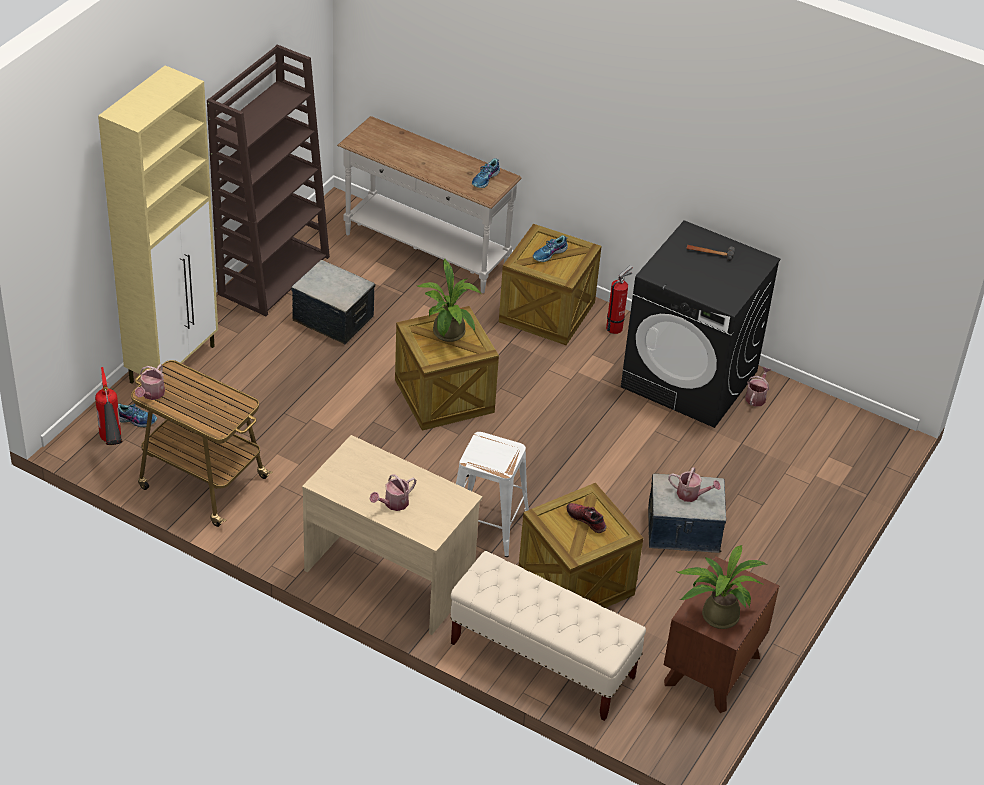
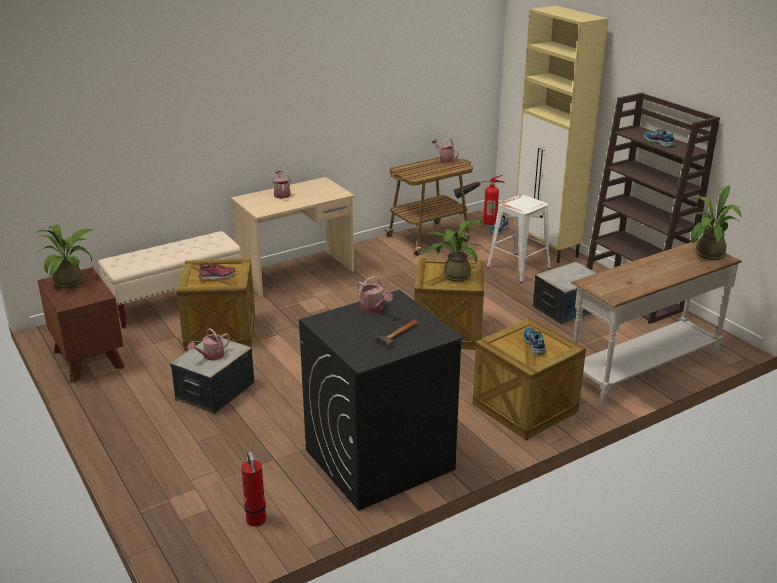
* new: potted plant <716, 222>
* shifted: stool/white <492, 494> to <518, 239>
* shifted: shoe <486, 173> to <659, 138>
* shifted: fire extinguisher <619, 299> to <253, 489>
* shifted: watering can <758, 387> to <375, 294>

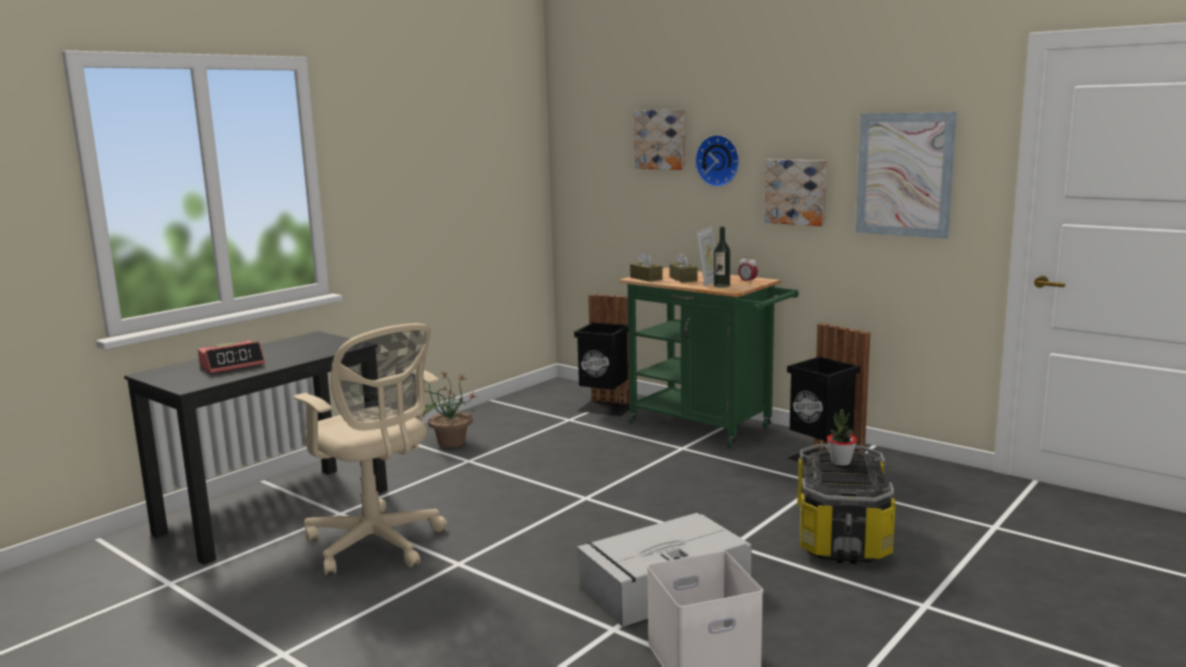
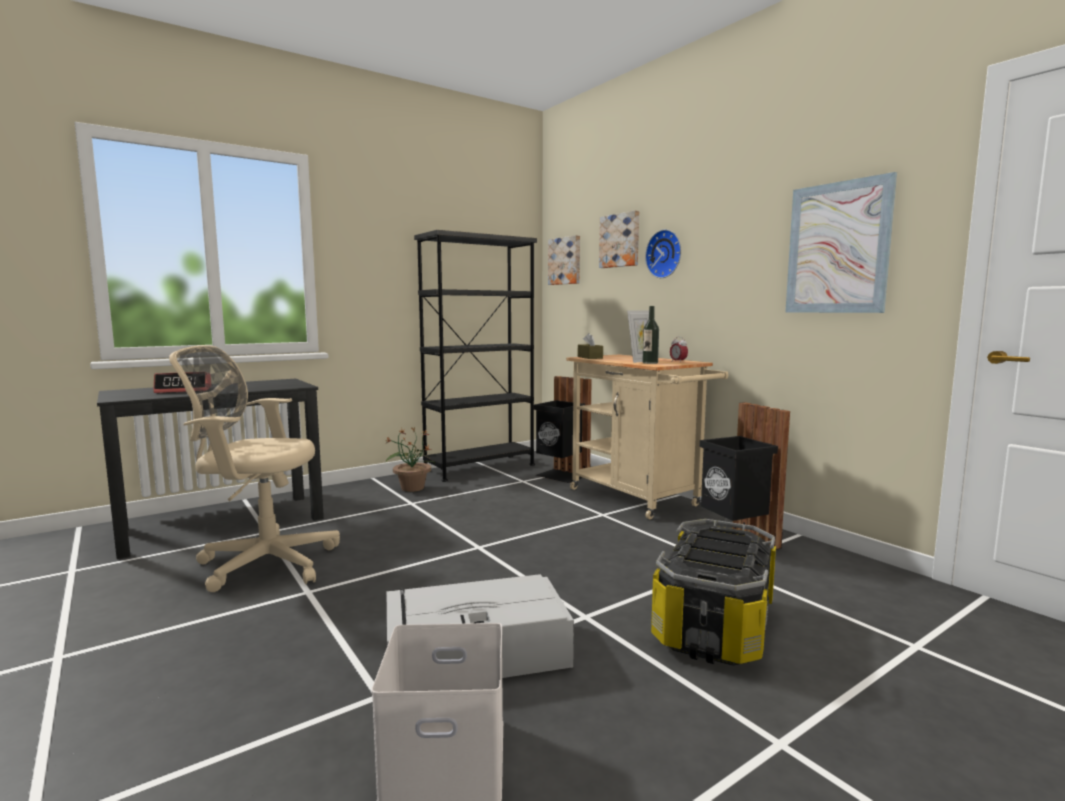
* gone: tissue box/brown <683, 267>
* gone: potted plant <842, 437>
* new: bookcase/black <475, 356>
* shifted: picture <795, 192> to <564, 260>
* repainted: cart/green <709, 358> to cart/beige <647, 436>
* rotated: office chair/beige <370, 449> = <254, 468> 120 degrees clockwise

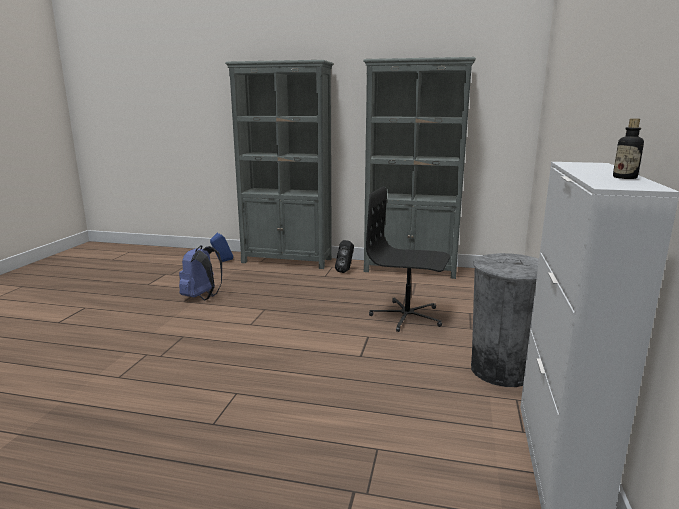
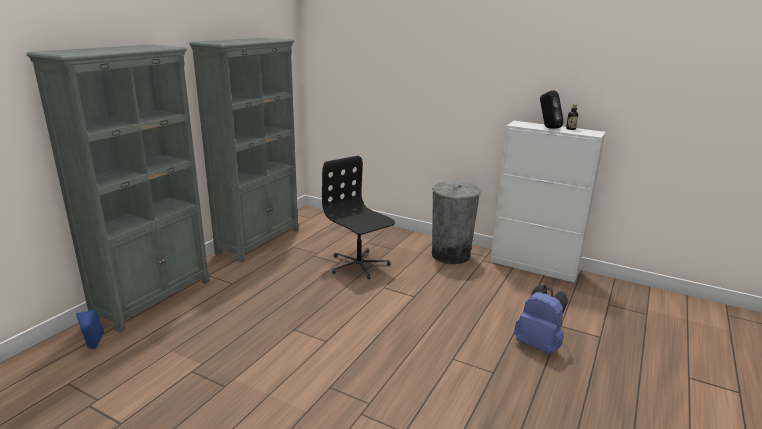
* shifted: backpack/blue <200, 273> to <541, 319>
* shifted: speaker/black <344, 256> to <552, 109>
* rotated: office chair/black <408, 259> = <358, 217> 105 degrees clockwise

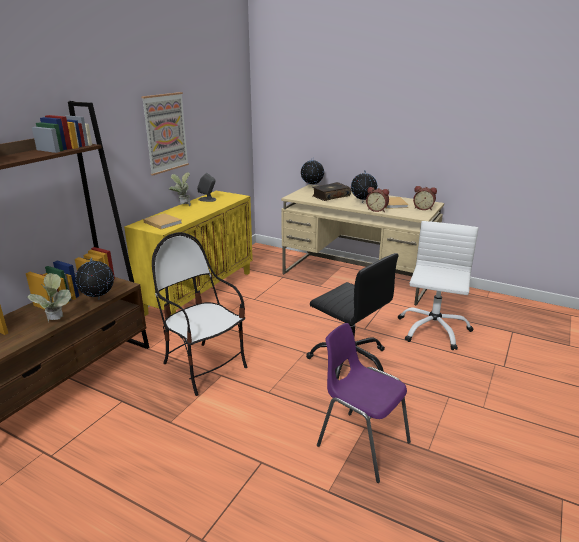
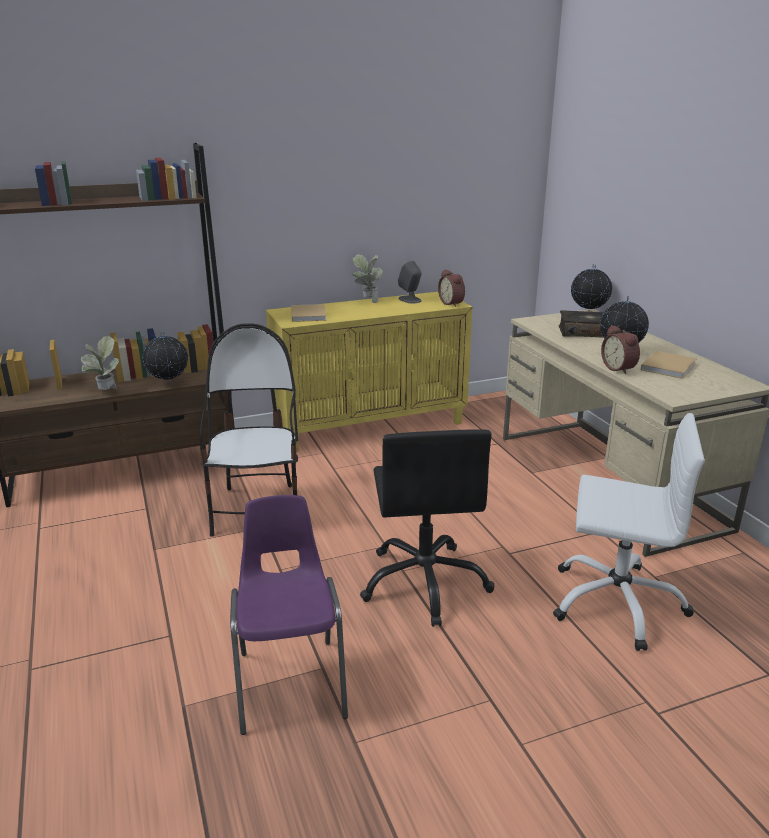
* gone: picture <165, 133>
* shifted: alarm clock <425, 198> to <451, 288>
* rotated: office chair/white <438, 285> = <629, 532> 45 degrees clockwise

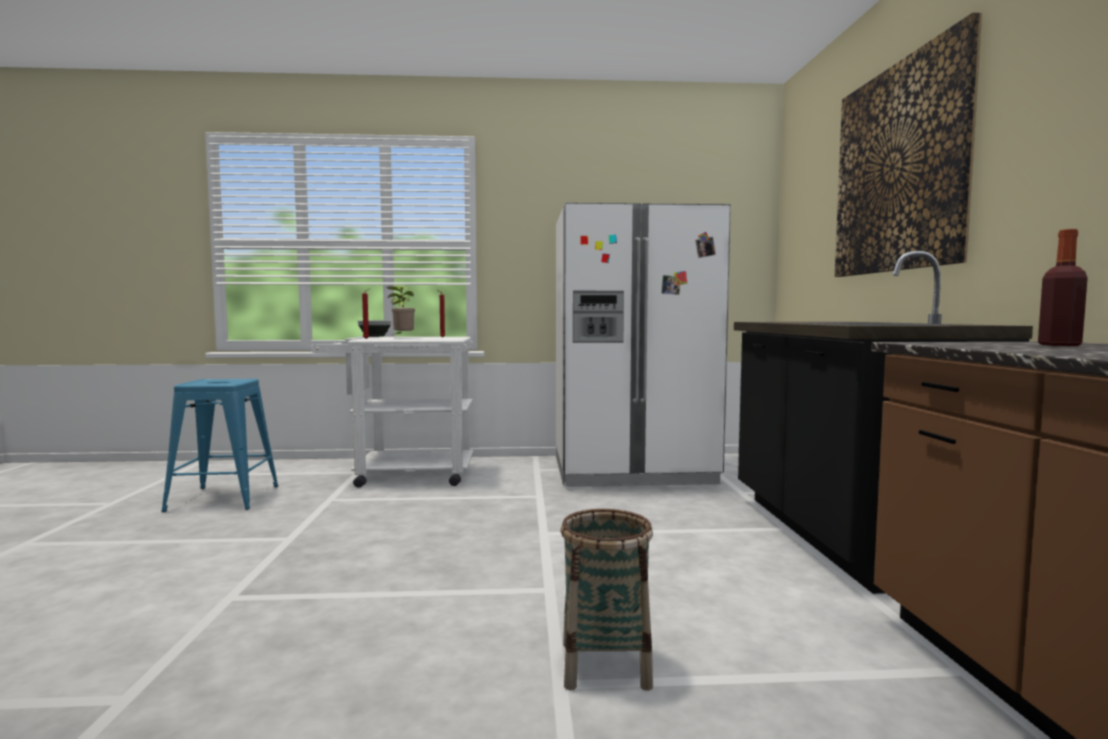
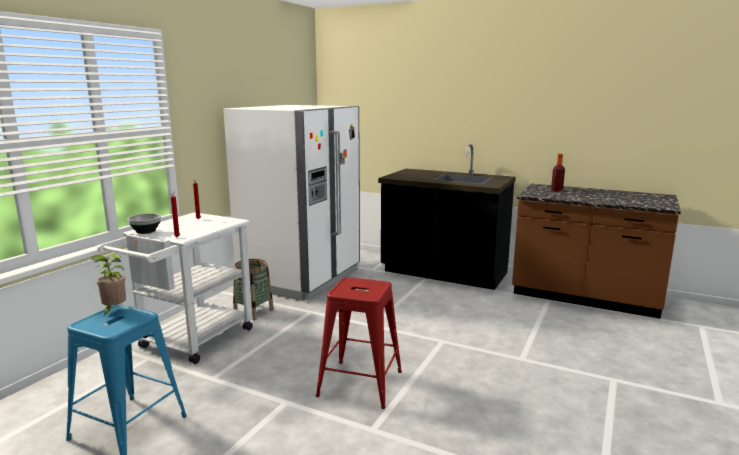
* gone: picture <908, 145>
* new: stool/red <359, 343>
* shifted: potted plant <400, 312> to <108, 285>
* shifted: basket <607, 600> to <253, 289>

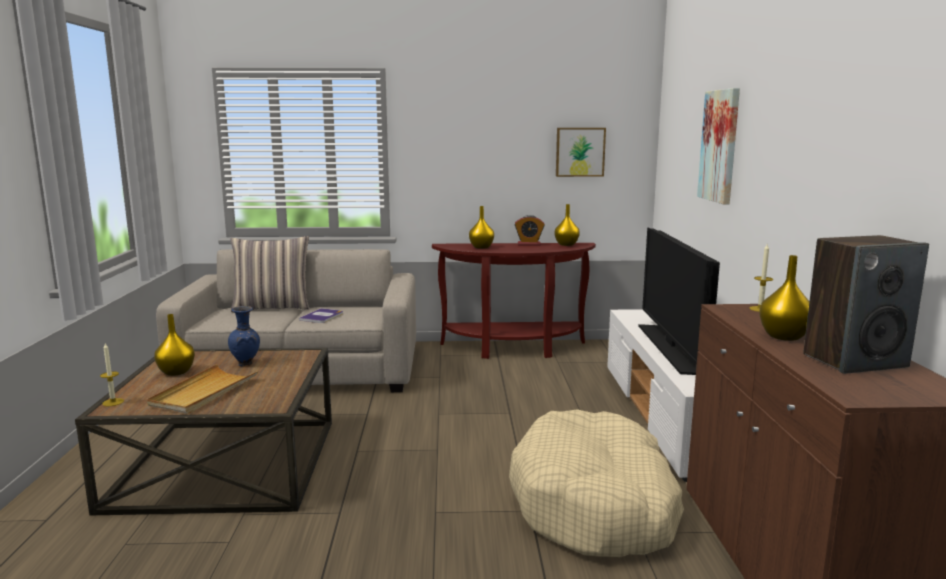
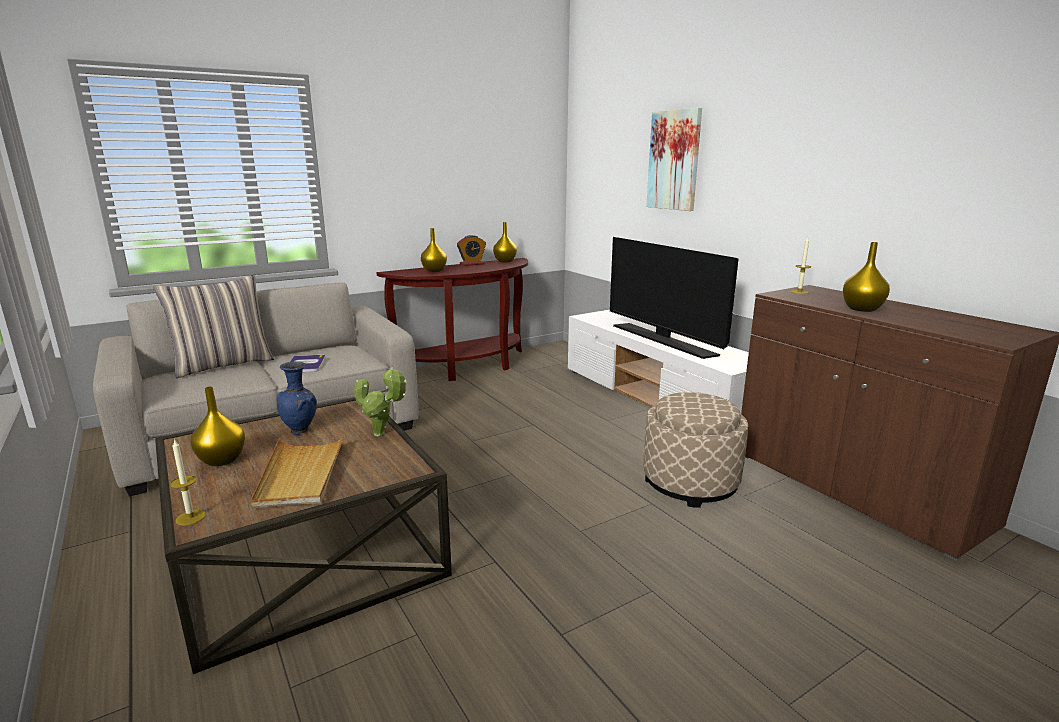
* gone: picture <581, 152>
* gone: speaker <866, 304>
* new: potted plant <380, 401>
* swapped: dog bed/beige <596, 483> to ottoman/beige <695, 450>

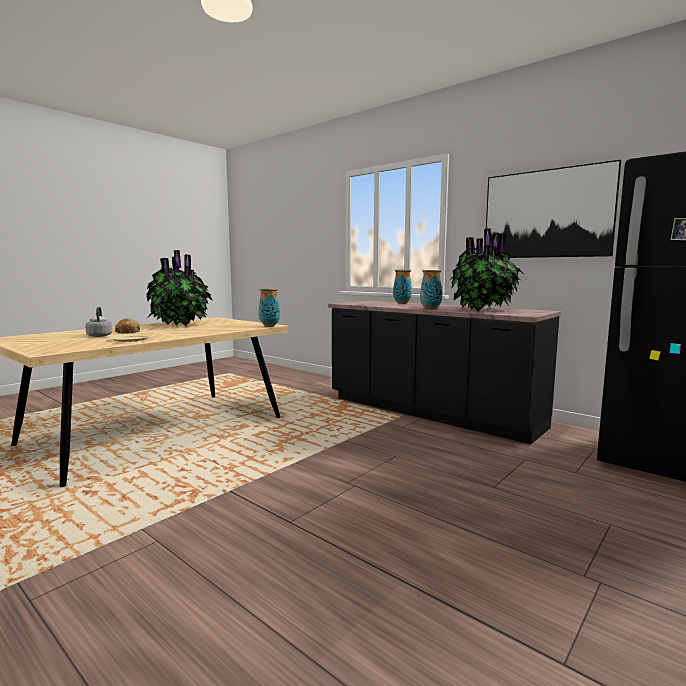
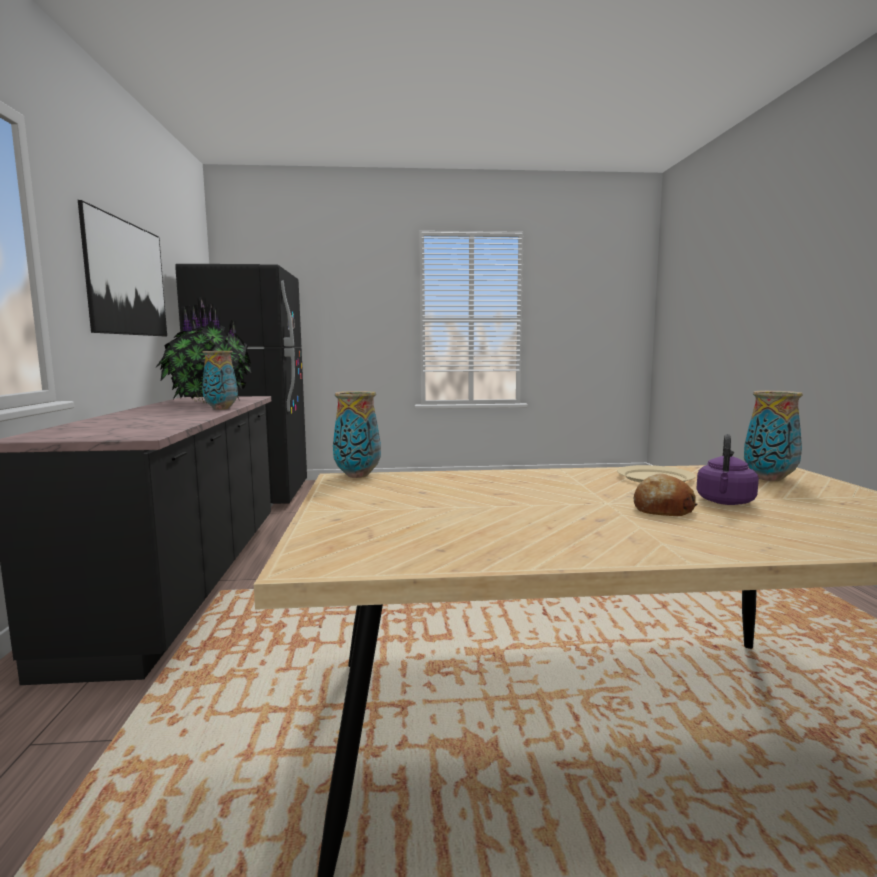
* gone: potted plant <179, 288>
* shifted: vase <402, 287> to <773, 436>
* repainted: kettle/grey <98, 322> to kettle/purple <727, 469>

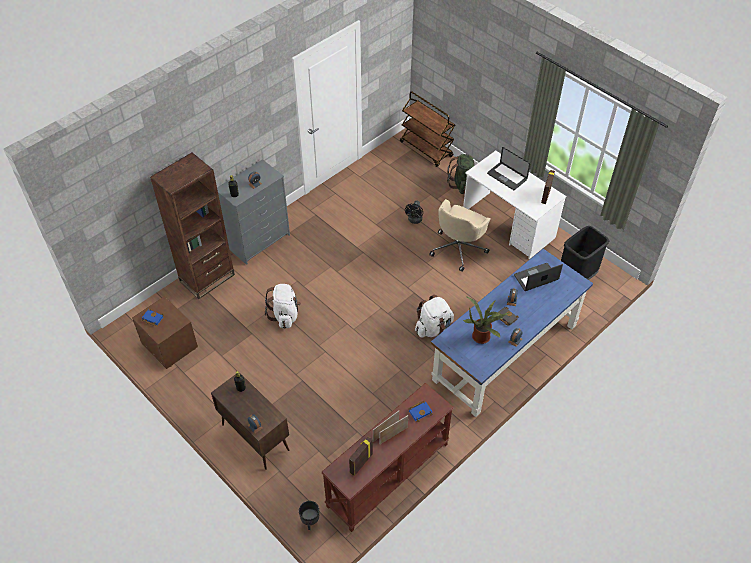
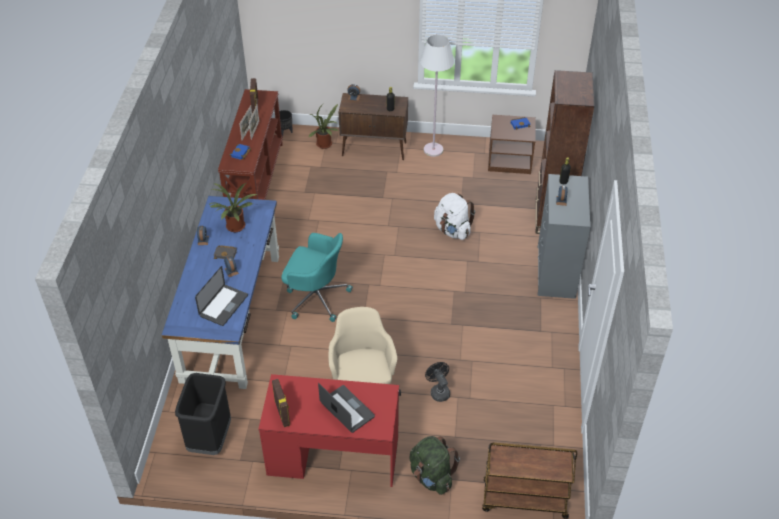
* new: potted plant <323, 126>
* new: floor lamp/white <437, 96>
* swapped: backpack/white <434, 316> to office chair/turquoise <317, 277>
* repainted: desk/white <514, 205> to desk/red <328, 430>
* rotated: laptop <508, 168> = <346, 408> 45 degrees clockwise

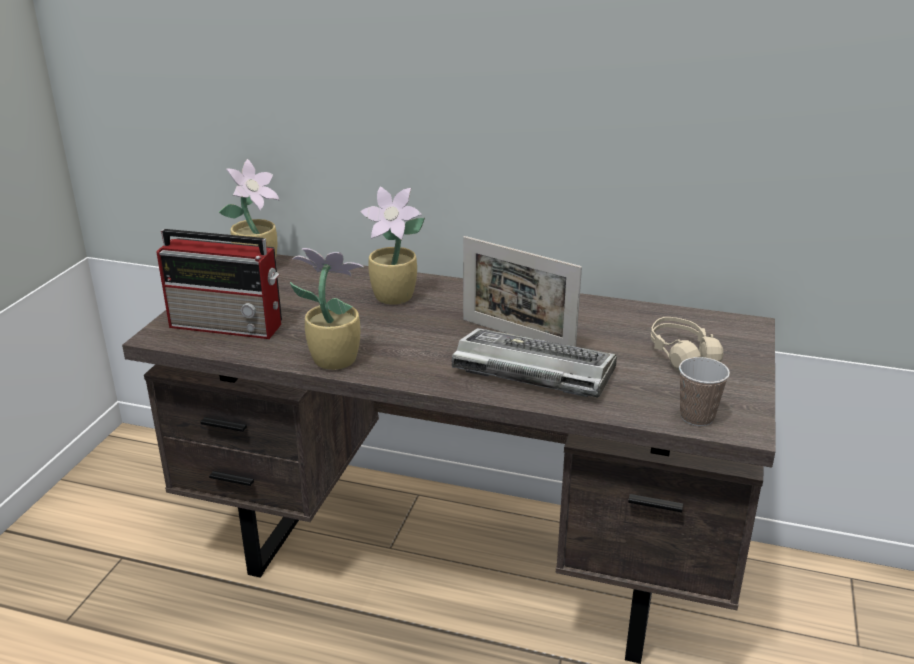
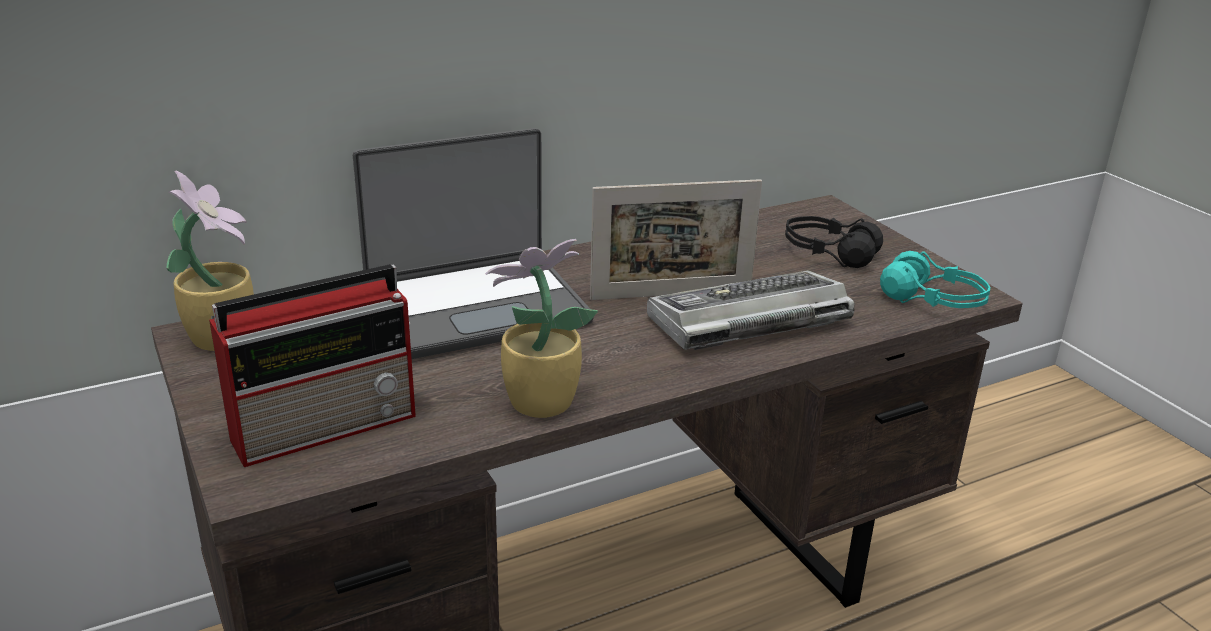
* swapped: potted plant <392, 245> to laptop <473, 243>
* swapped: cup <704, 391> to headphones/turquoise <935, 279>
* repainted: headphones/beige <686, 344> to headphones/black <834, 242>

